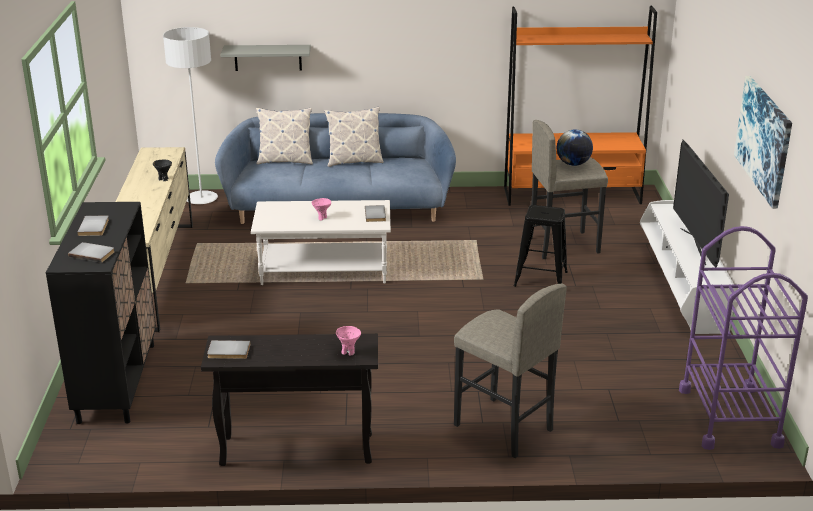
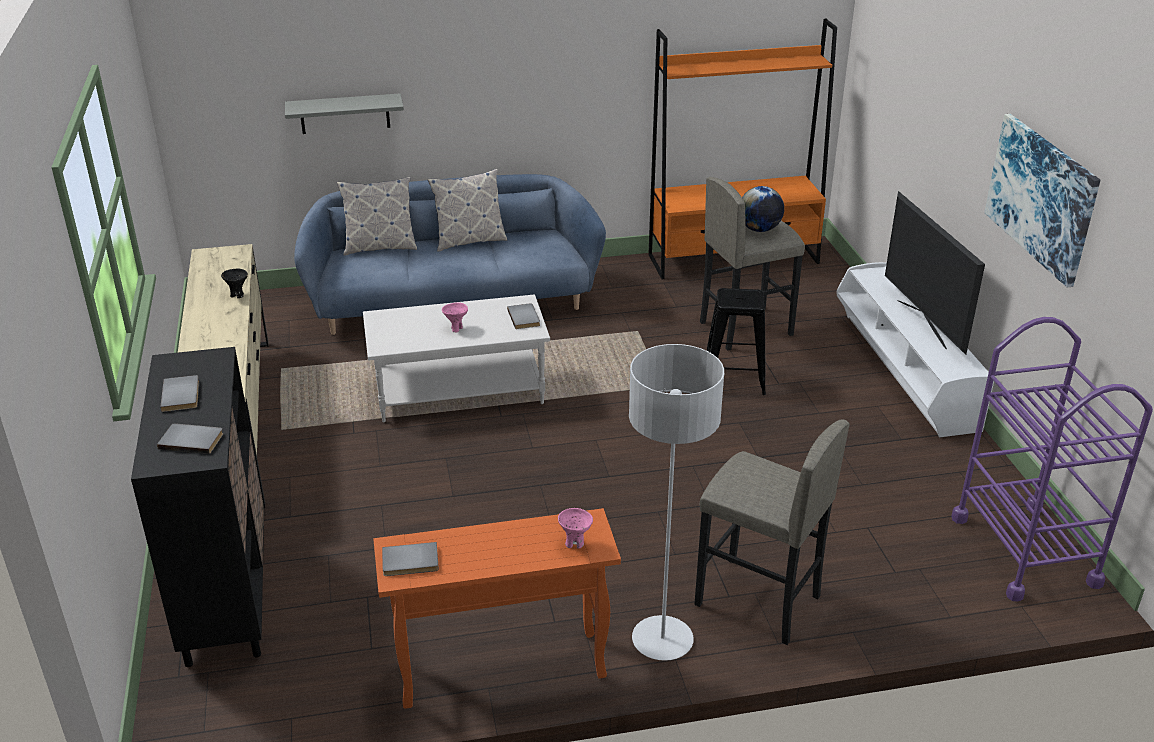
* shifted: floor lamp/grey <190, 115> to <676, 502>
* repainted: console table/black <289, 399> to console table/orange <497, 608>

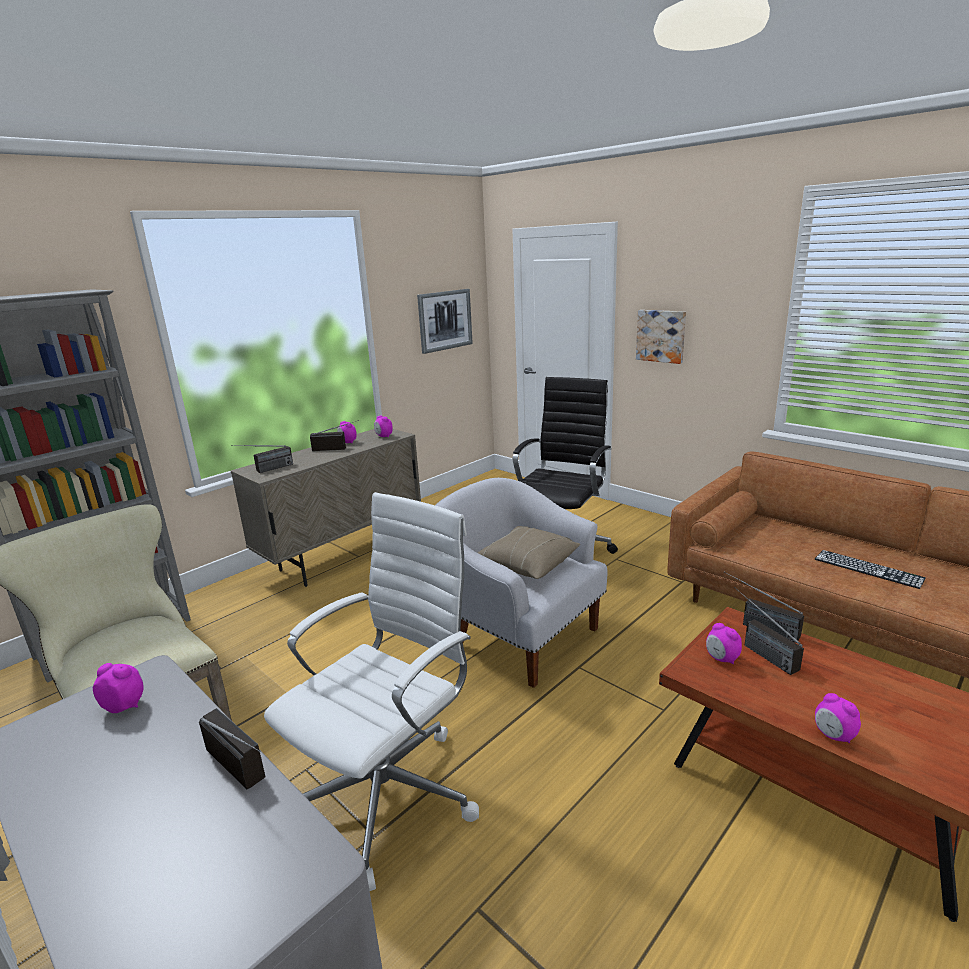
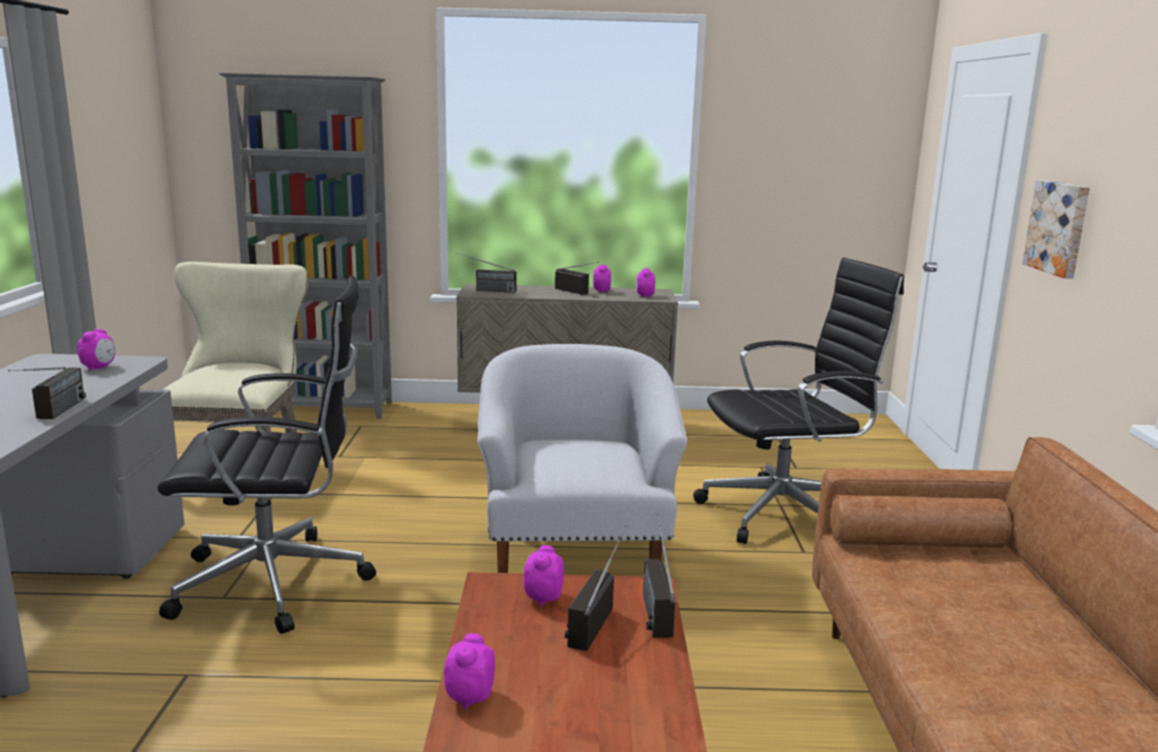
* gone: picture <445, 321>
* gone: pillow/beige <529, 552>
* gone: keyboard <870, 569>
* repainted: office chair/white <371, 691> to office chair/black <266, 455>
* rotated: alarm clock <118, 688> = <96, 350> 45 degrees clockwise

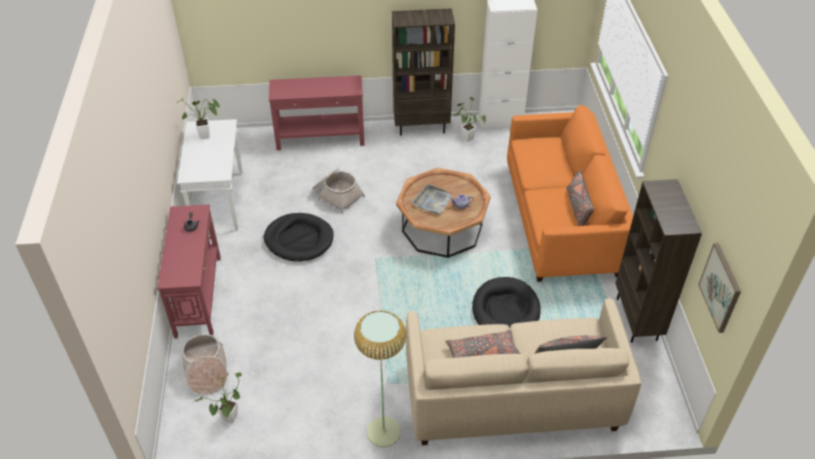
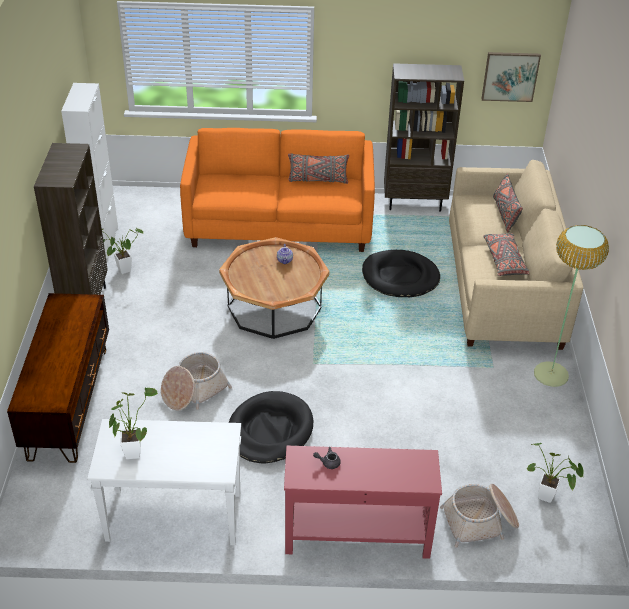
* gone: tray/grey <432, 199>
* swapped: console table/red <316, 112> to tv stand/brown <58, 378>

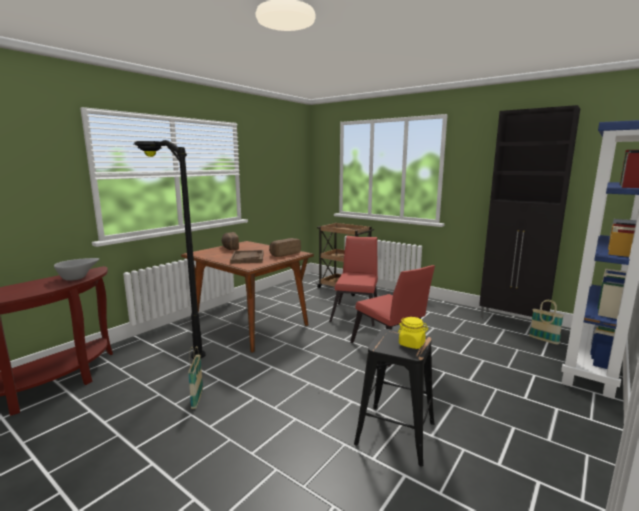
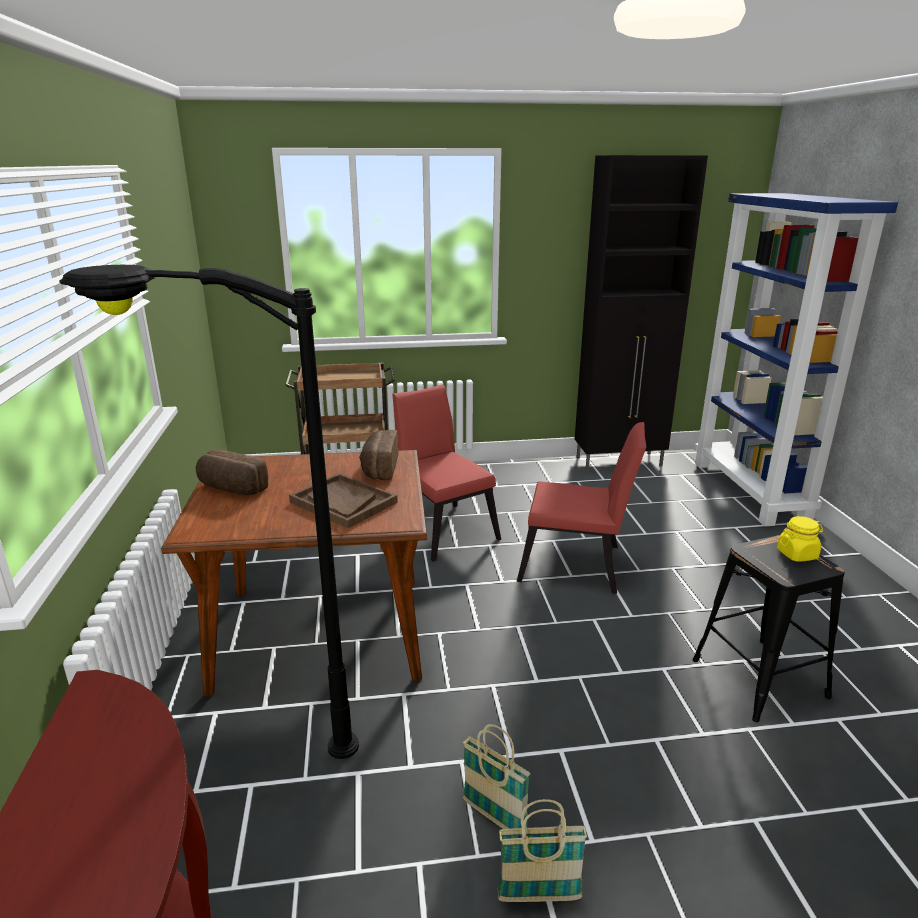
* gone: bowl/grey <76, 269>
* shifted: basket <546, 322> to <542, 850>

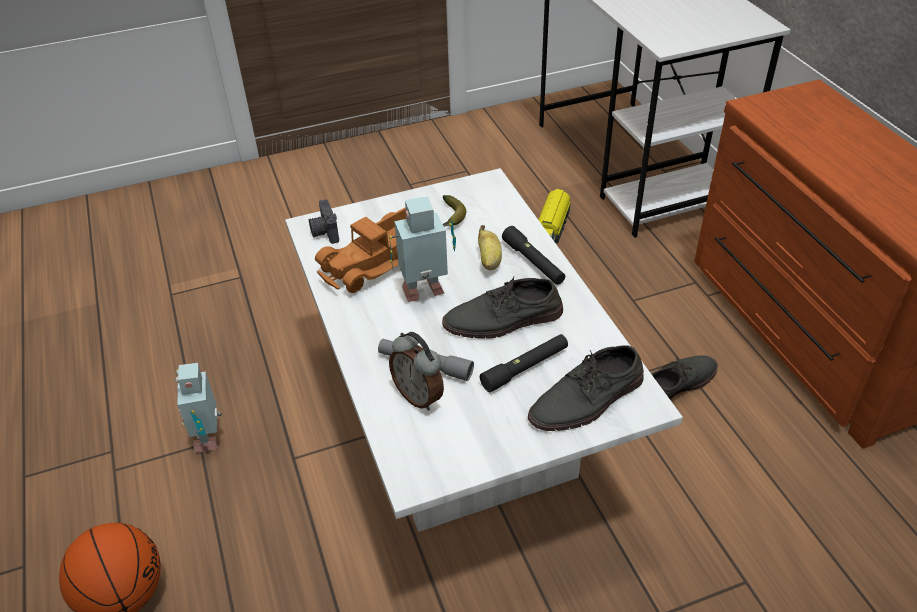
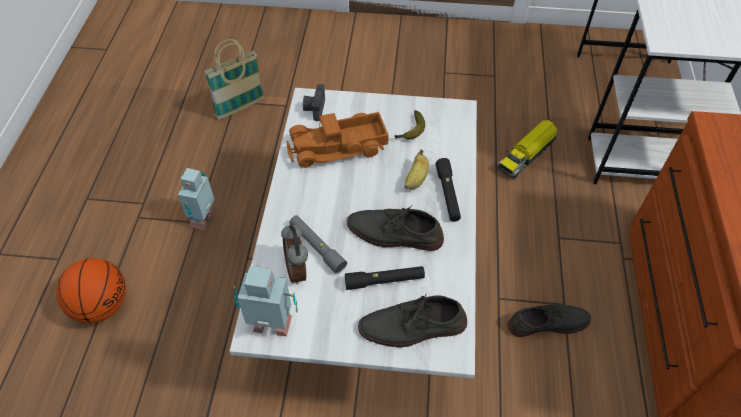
* new: basket <234, 79>
* shifted: toy robot <422, 249> to <266, 300>

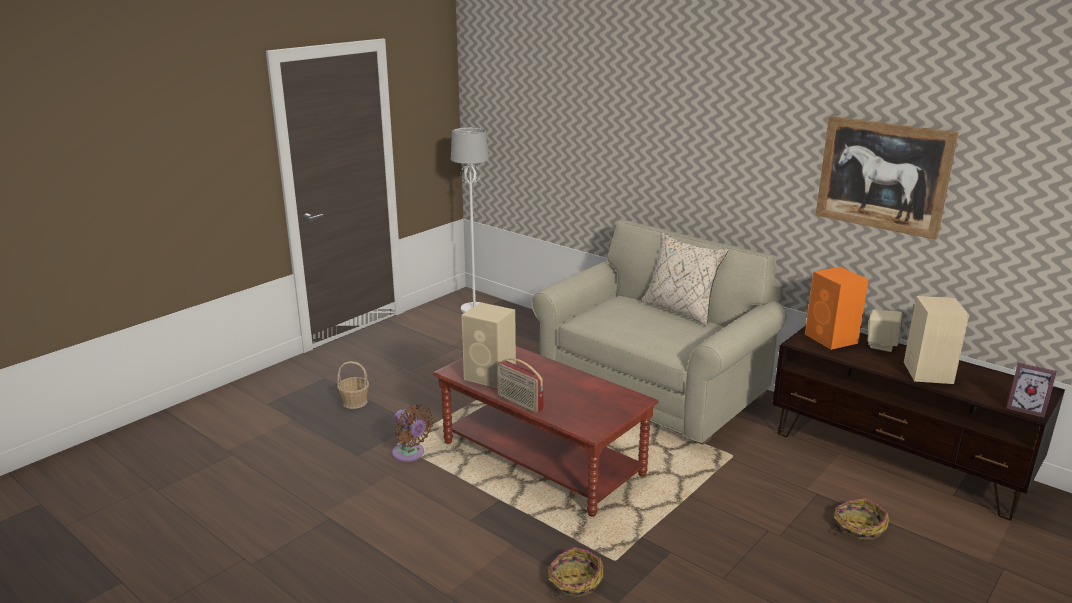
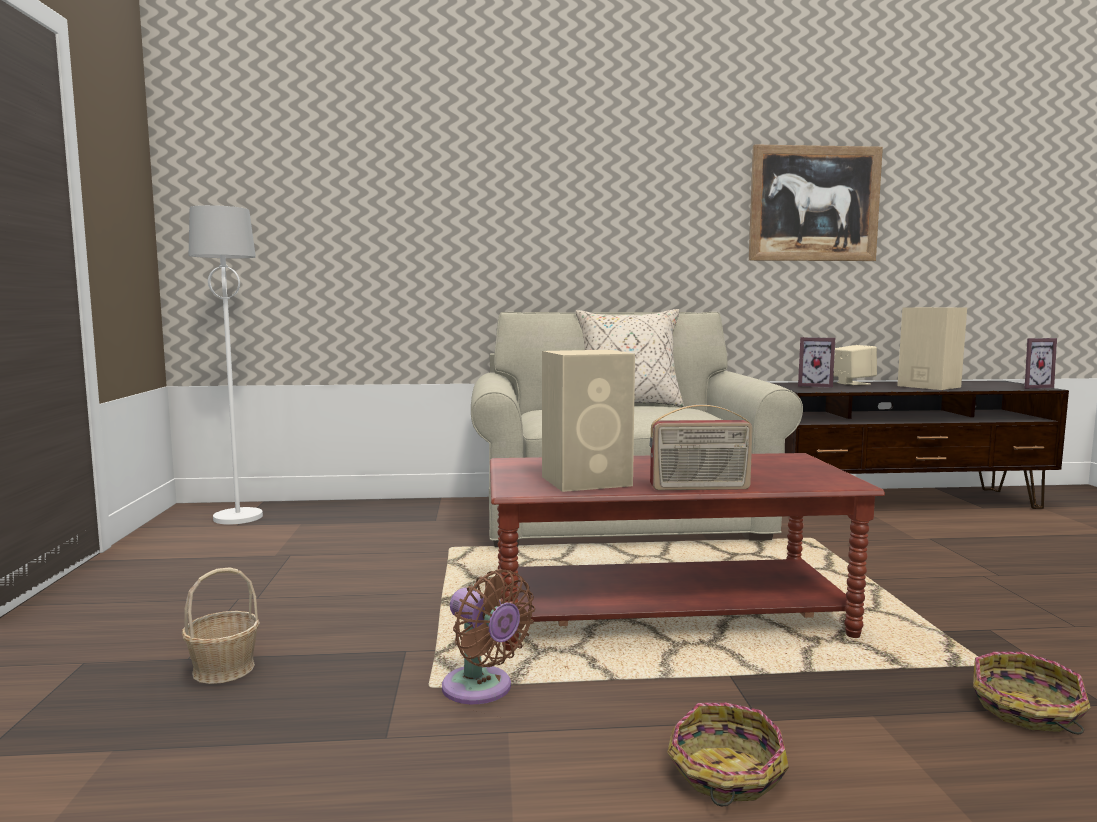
* shifted: basket <861, 519> to <728, 754>
* swapped: speaker/orange <837, 308> to picture frame <816, 362>
* rotated: fan/brown <413, 433> = <488, 636> 45 degrees clockwise

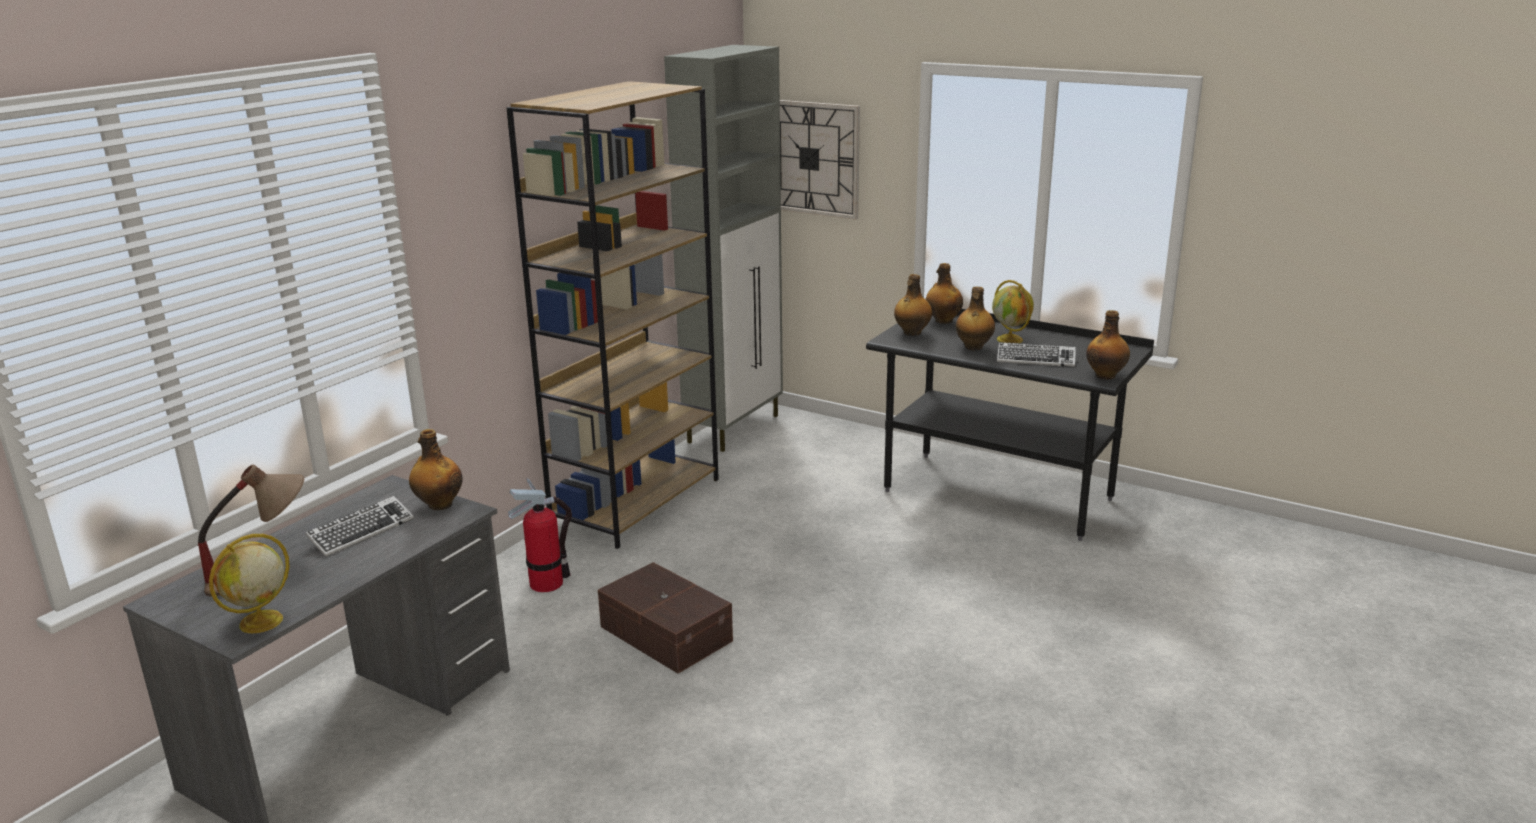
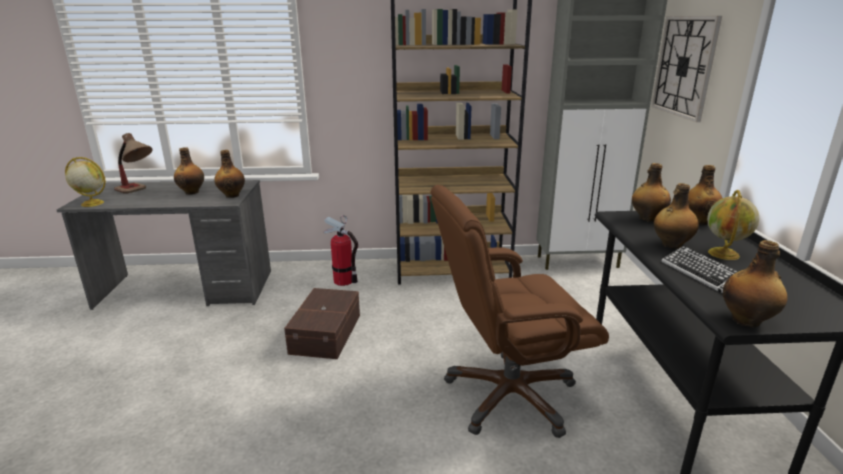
* new: office chair/brown <520, 311>
* swapped: keyboard <359, 526> to bottle <189, 171>

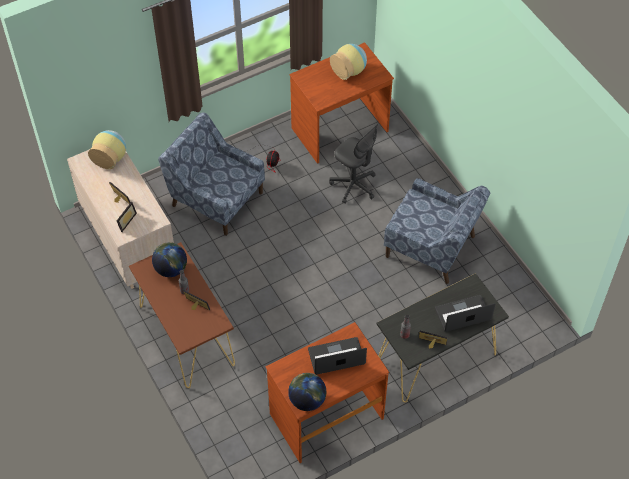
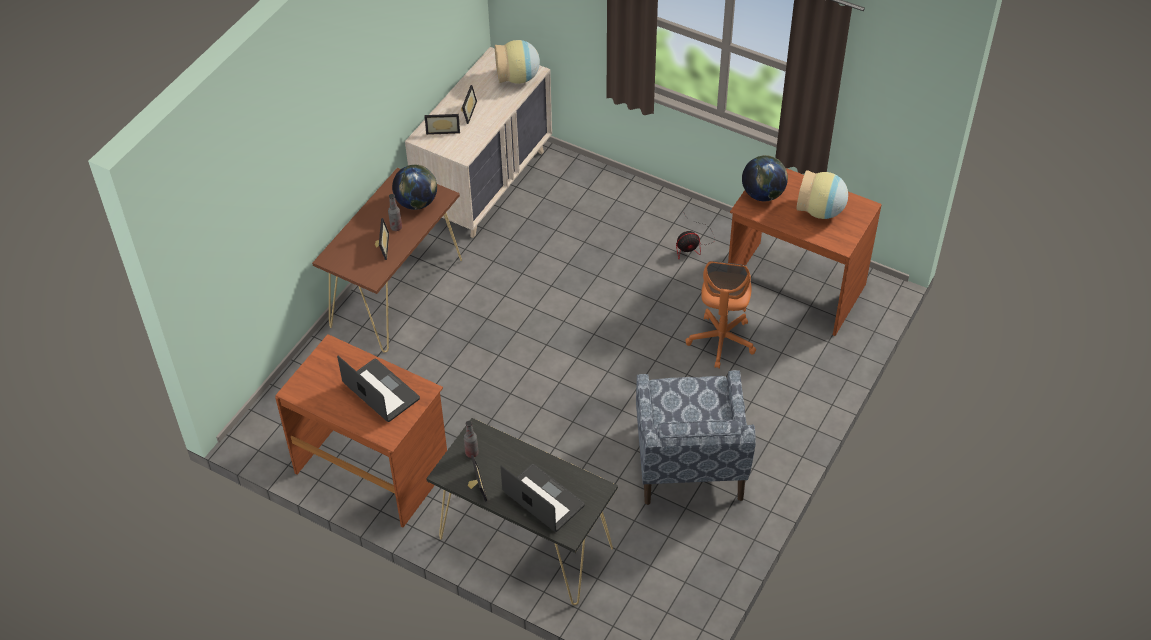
* gone: armchair/blue <211, 174>
* shifted: globe <307, 392> to <765, 178>
* repainted: office chair/grey <353, 163> to office chair/orange <720, 315>

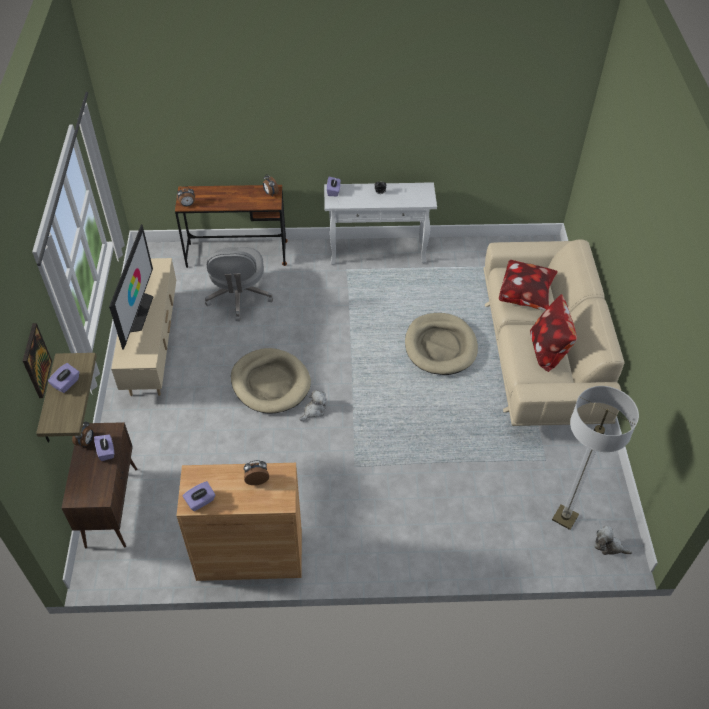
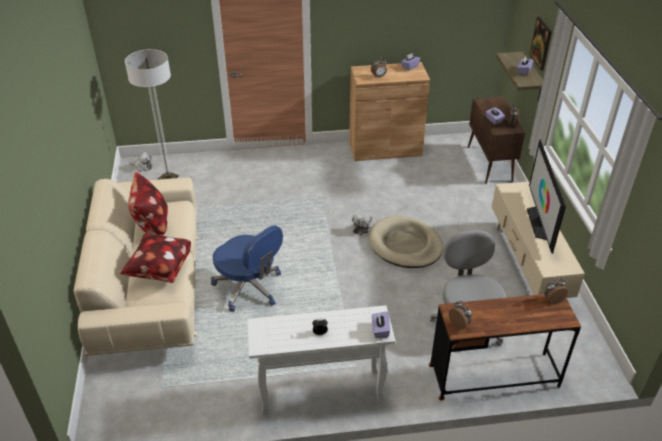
* swapped: dog bed/beige <441, 344> to office chair/blue <247, 268>

